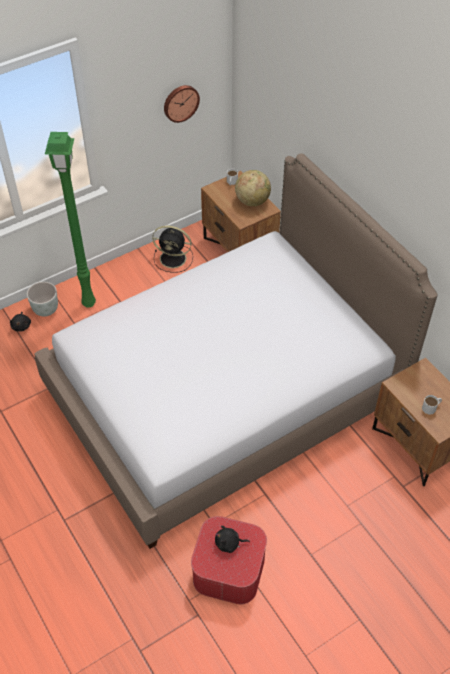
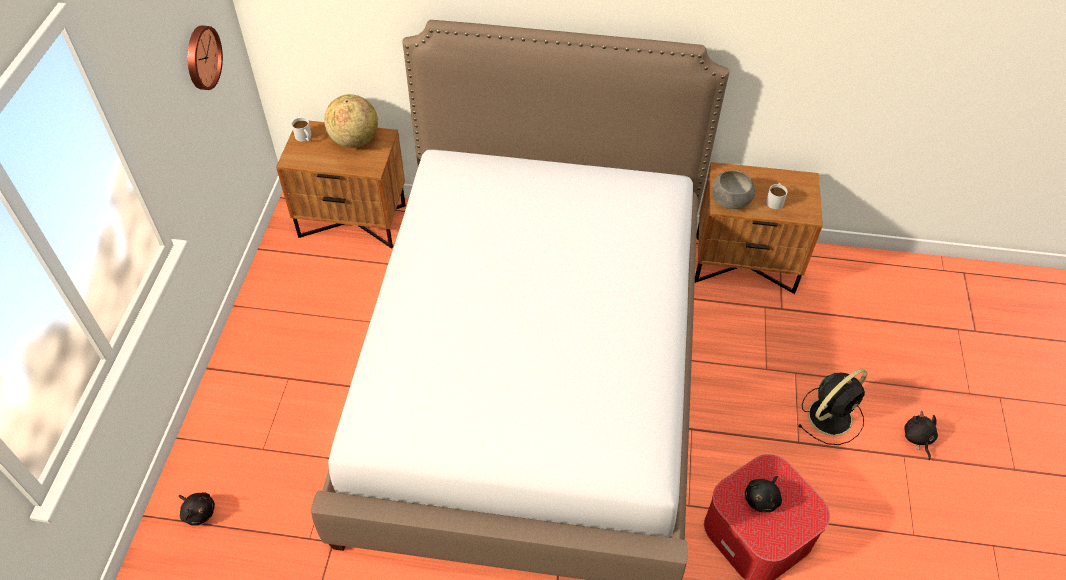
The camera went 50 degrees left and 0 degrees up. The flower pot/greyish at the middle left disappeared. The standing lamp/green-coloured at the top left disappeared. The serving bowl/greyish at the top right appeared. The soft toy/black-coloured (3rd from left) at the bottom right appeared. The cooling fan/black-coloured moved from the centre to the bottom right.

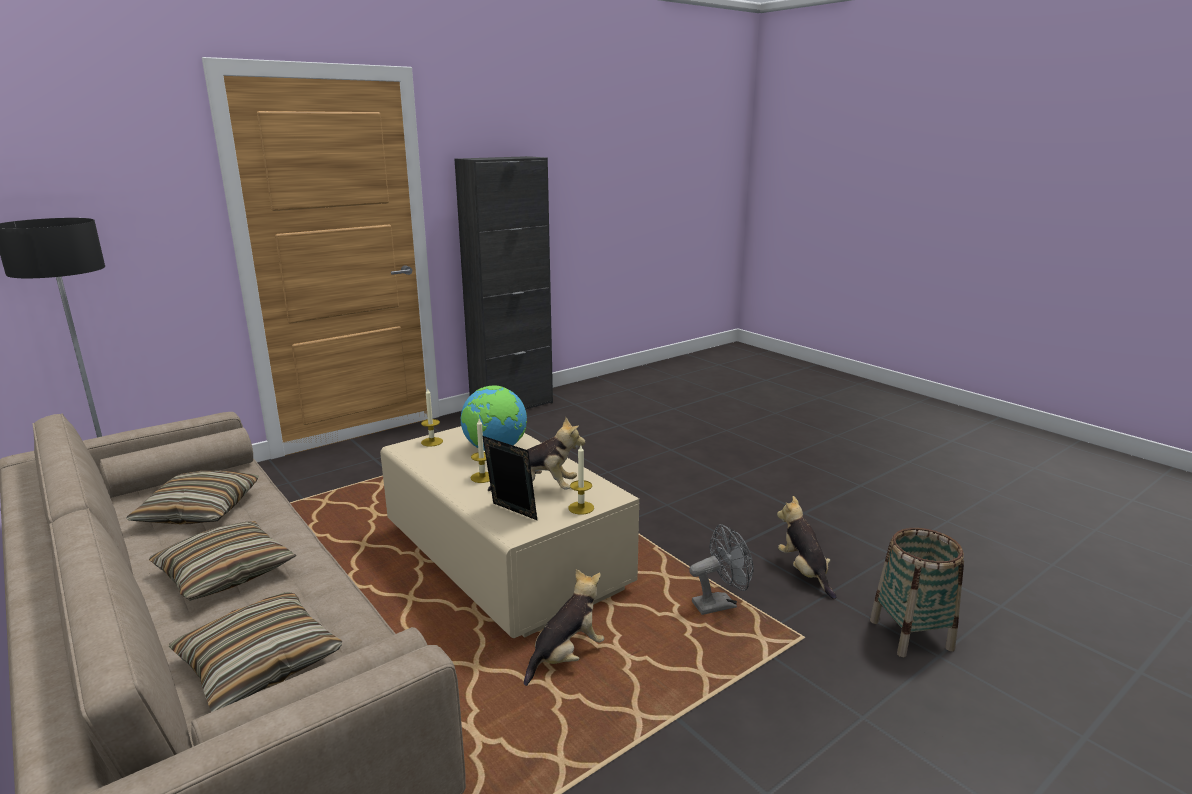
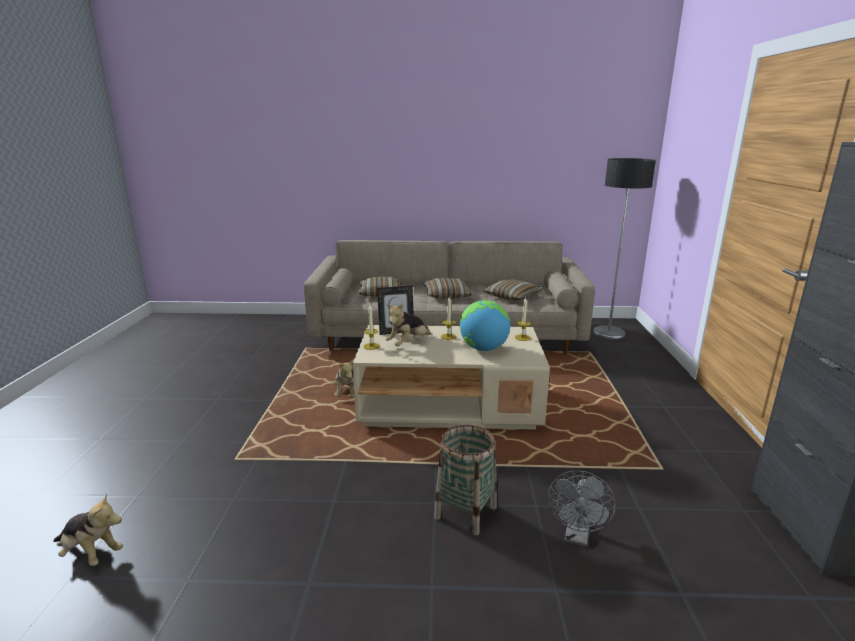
The camera went 130 degrees right and 0 degrees up. The cooling fan/greyish moved from the bottom centre to the bottom right. The soft toy (3rd from left in the first image) moved from the bottom right to the bottom left. The basket moved from the bottom right to the bottom centre.

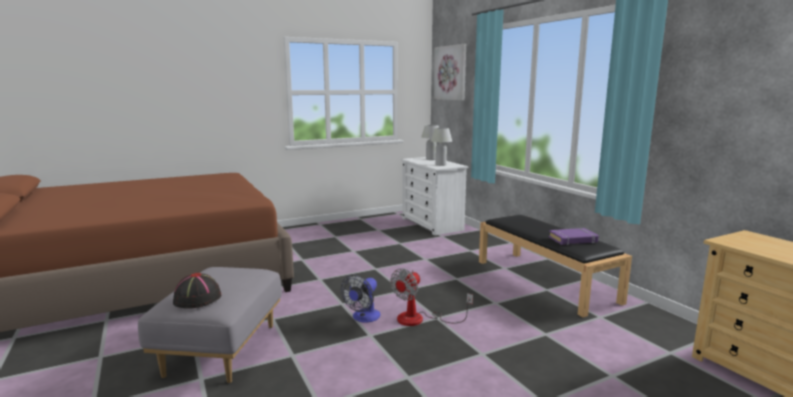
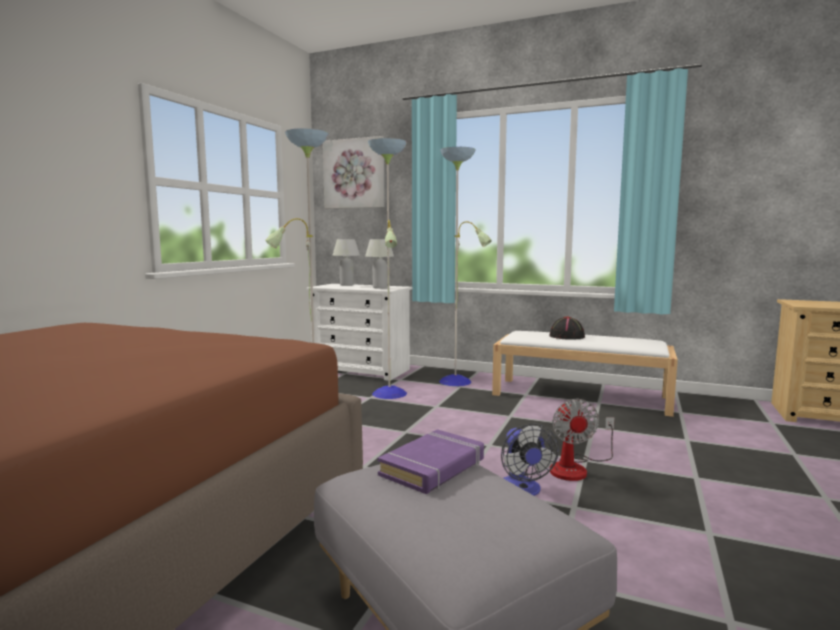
The camera went 40 degrees left and 5 degrees down. The standing lamp at the centre appeared. The clothing hat/black-coloured moved from the bottom left to the middle right. The volume/purple moved from the middle right to the bottom centre. The long seat/black-coloured at the bottom right became the long seat/whitish at the middle right.

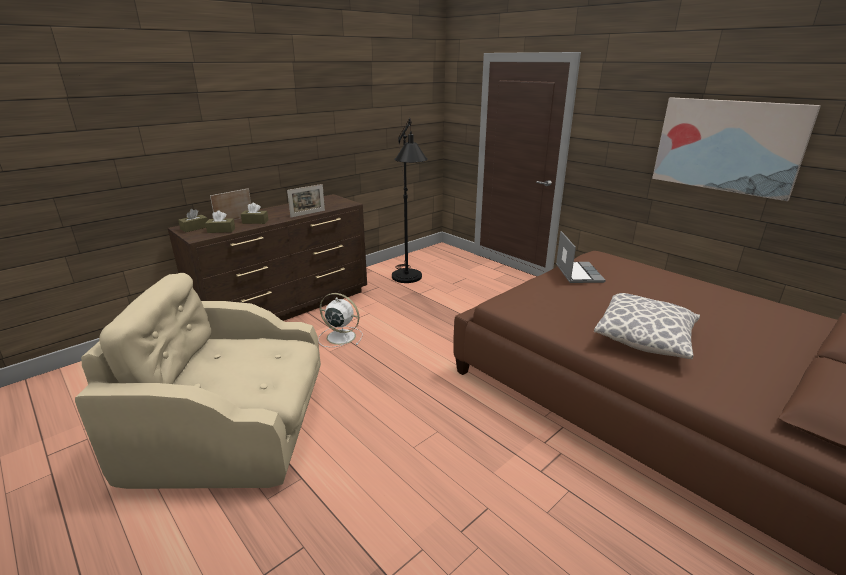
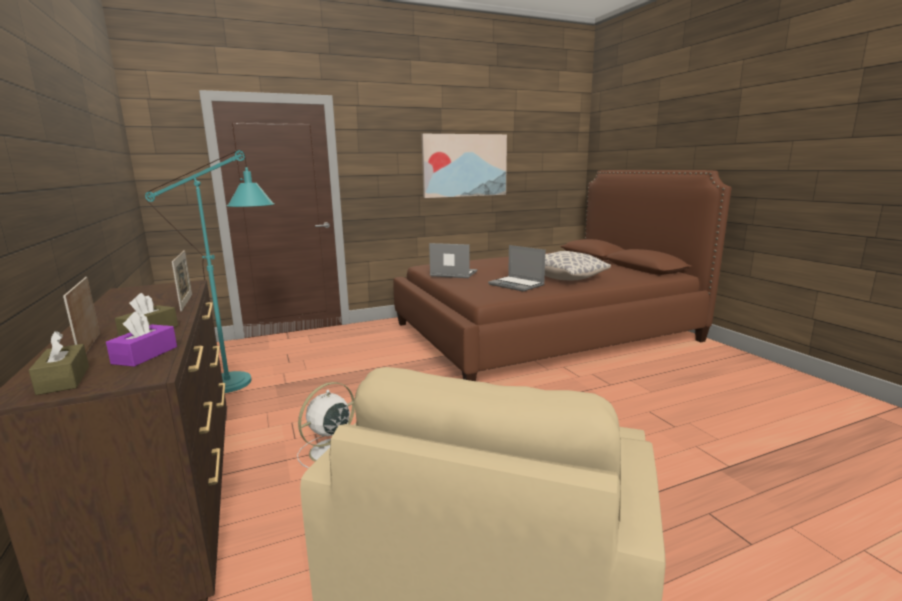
The camera went 70 degrees left and 10 degrees down. The notebook computer (2nd from left) at the centre appeared. The box of tissues/brown-coloured (2nd from left) at the middle left became the box of tissues/purple at the middle left. The standing lamp/black-coloured at the centre became the standing lamp/blue-green at the middle left.

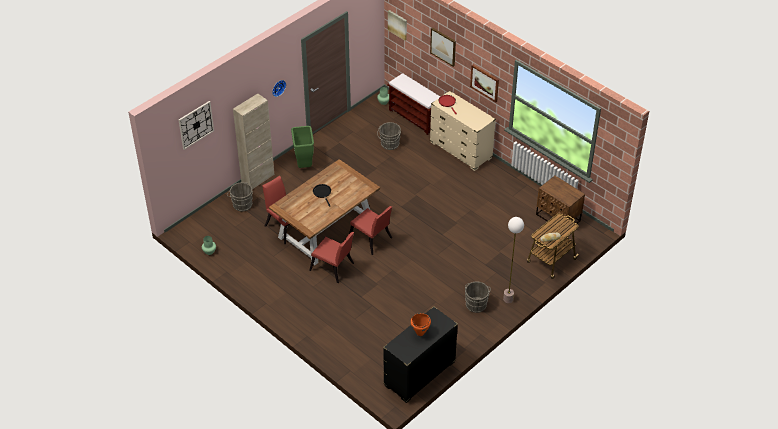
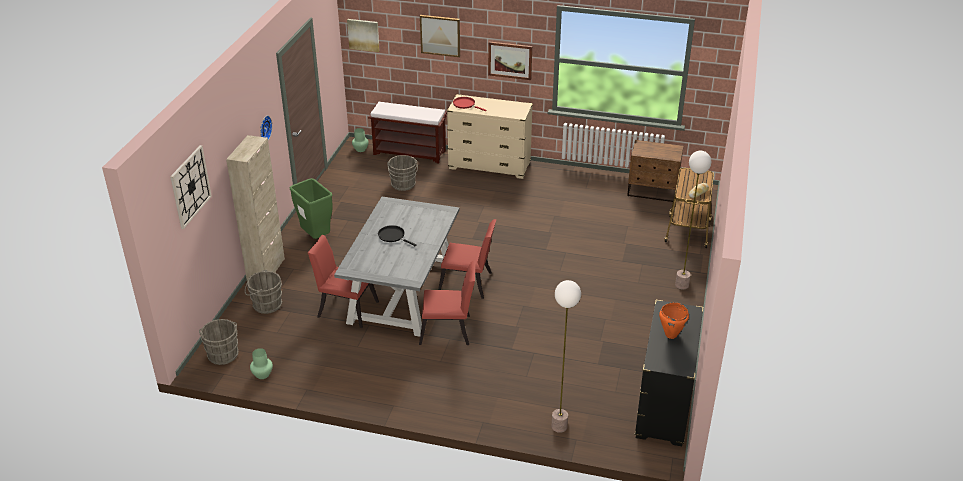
The camera went 30 degrees left and 10 degrees down. The standing lamp (1st from left) at the bottom centre appeared. The water bucket/greyish (3rd from left in the first image) moved from the bottom centre to the bottom left. The kitchen table/brown-coloured at the centre became the kitchen table/greyish at the centre.

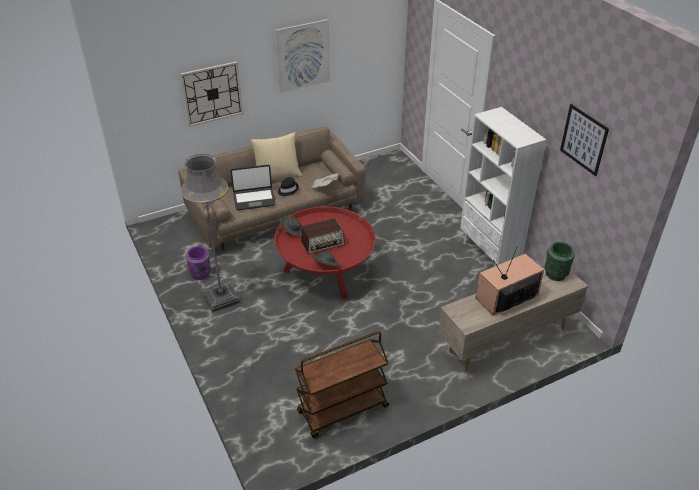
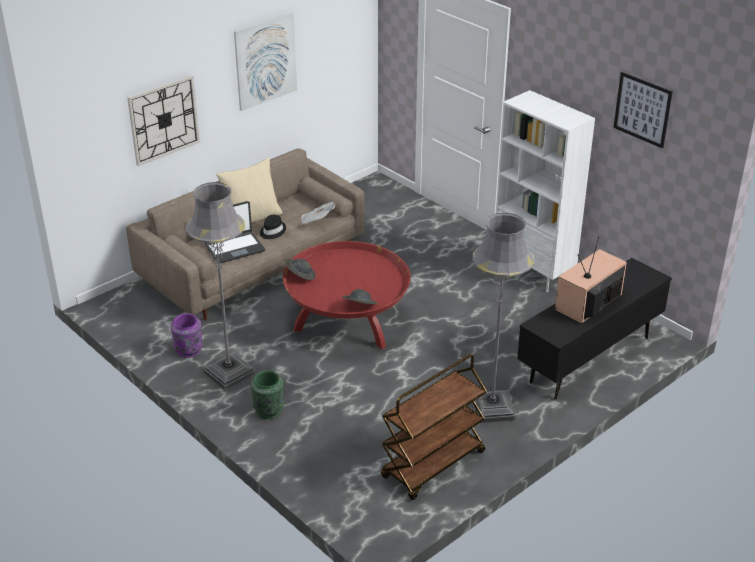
The camera went 15 degrees left and 5 degrees down. The radio set at the centre disappeared. The standing lamp/greyish (2nd from left) at the centre appeared. The vase/green-coloured moved from the middle right to the bottom centre. The media console/beige at the middle right became the media console/black-coloured at the middle right.

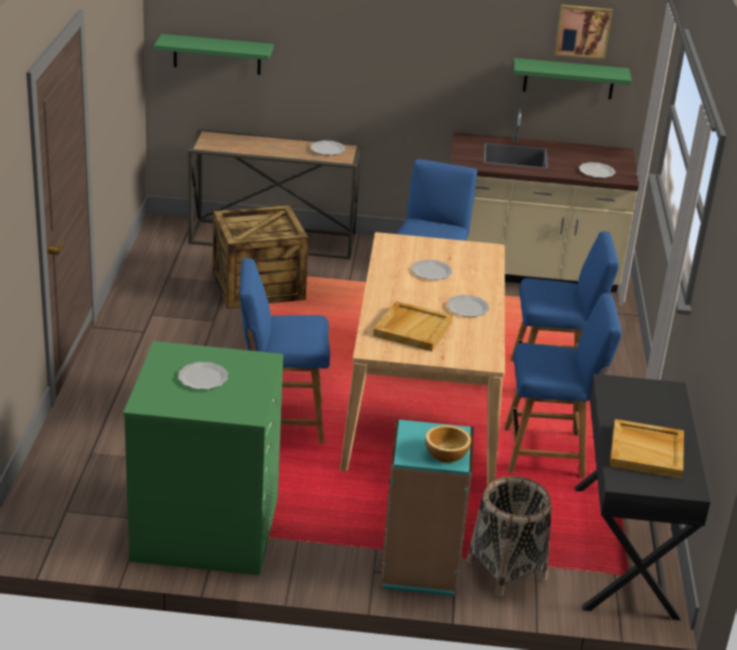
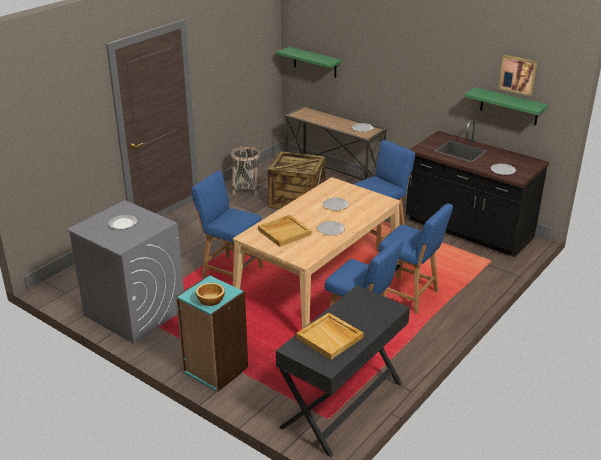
The camera went 35 degrees right and 0 degrees up. The basket moved from the bottom right to the centre. The laundry appliance/green-coloured at the bottom left became the laundry appliance/greyish at the middle left. The counter/beige at the top right became the counter/black-coloured at the middle right.

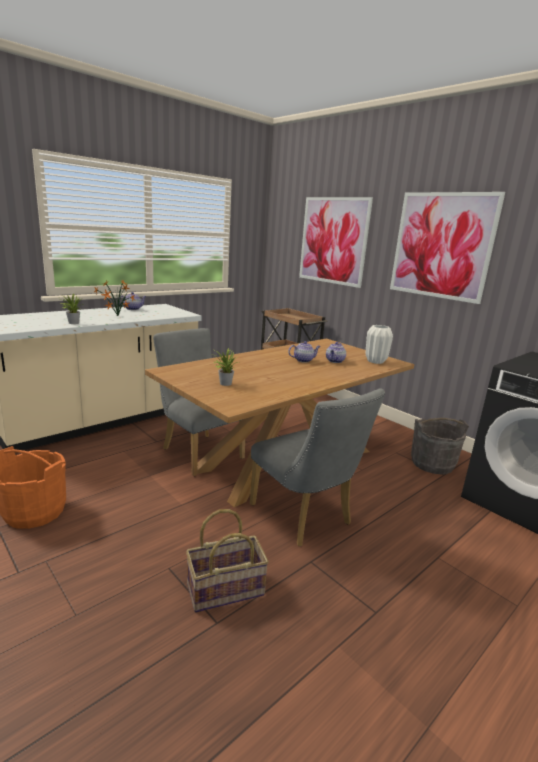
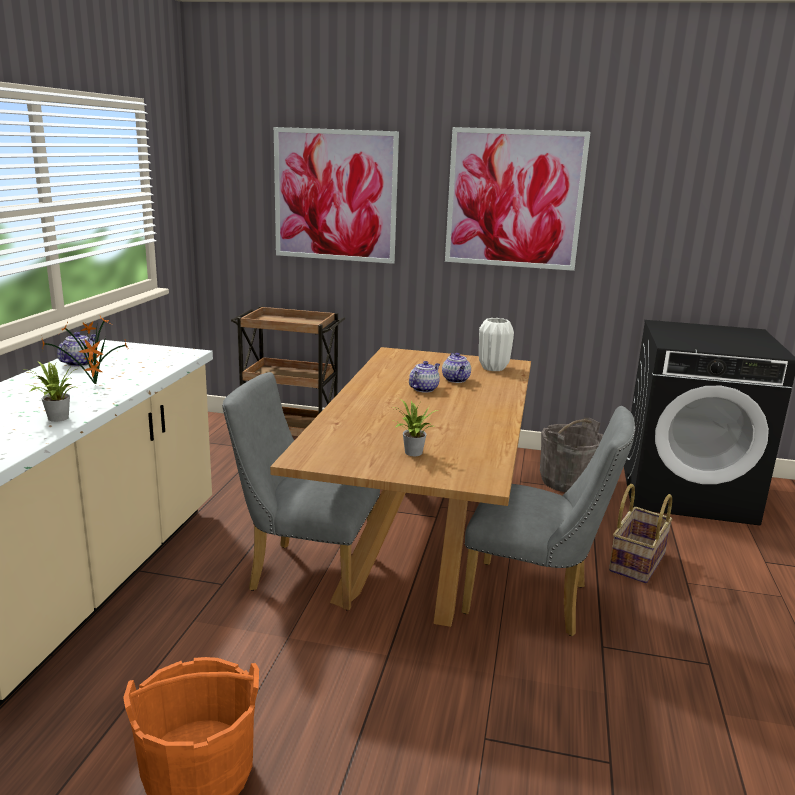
The camera went 35 degrees left and 0 degrees up. The basket moved from the bottom centre to the bottom right.

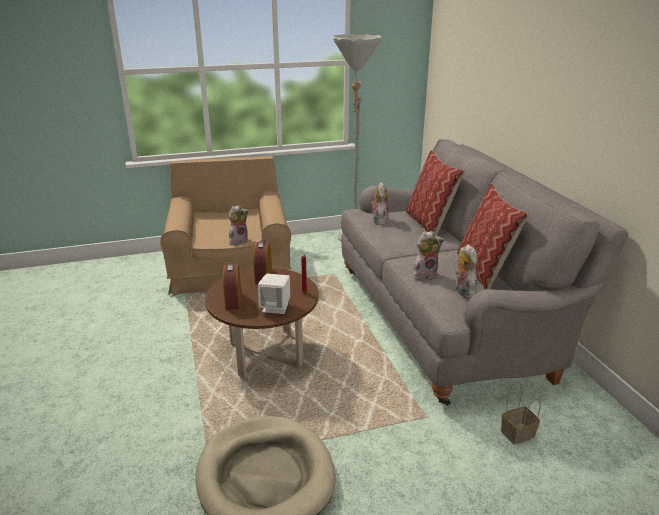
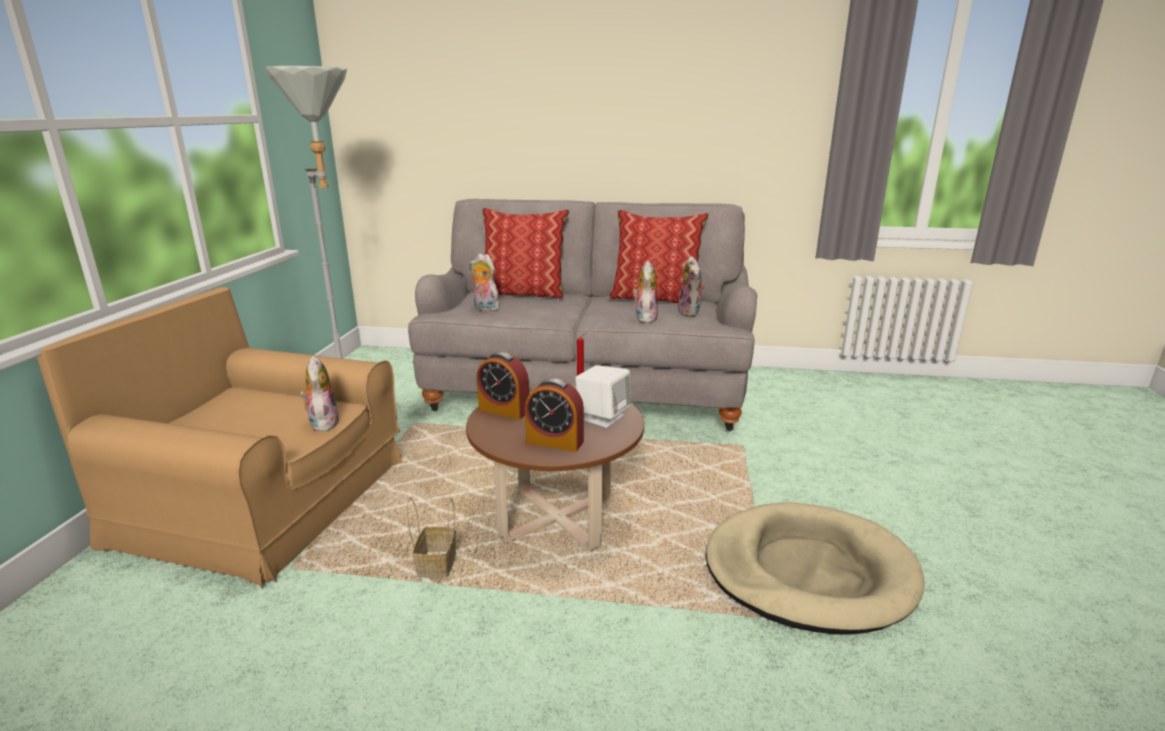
The camera went 65 degrees left and 5 degrees down. The basket moved from the bottom right to the bottom centre. The soft toy (4th from left) at the middle right turned 105 degrees counterclockwise.

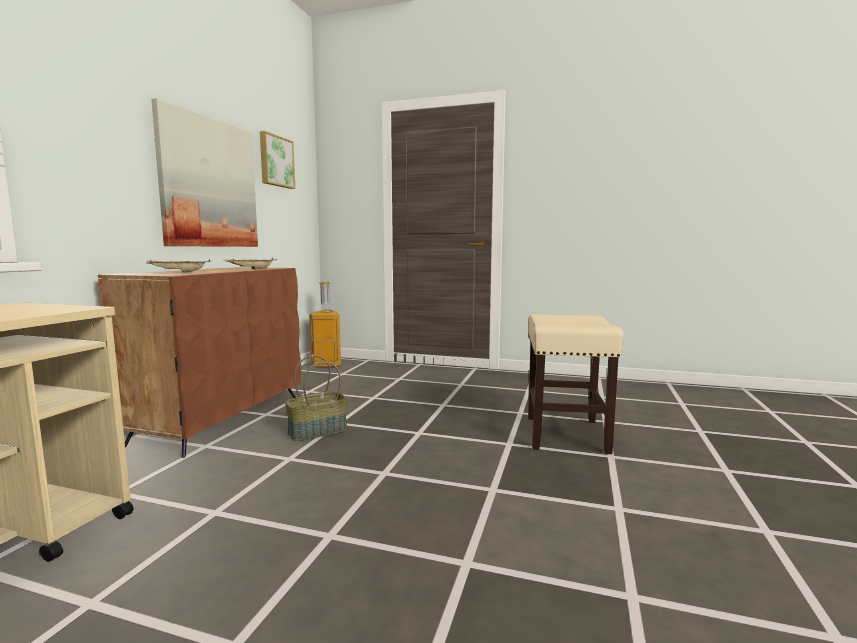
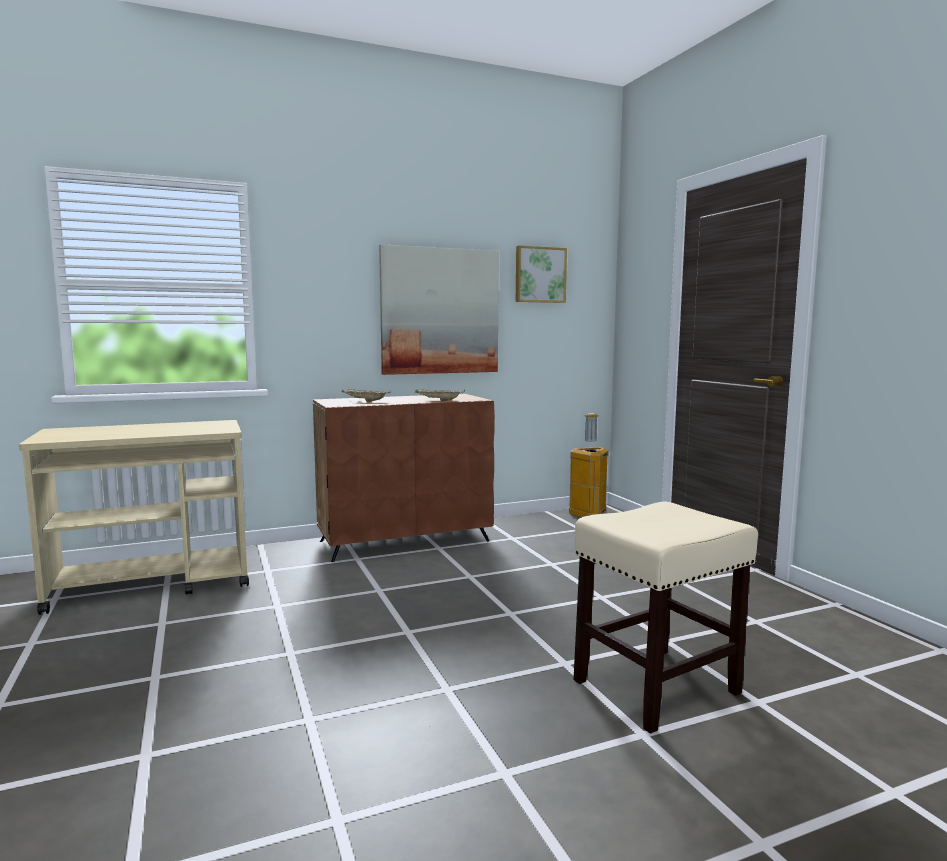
The camera went 50 degrees right and 0 degrees up. The basket at the centre disappeared.

